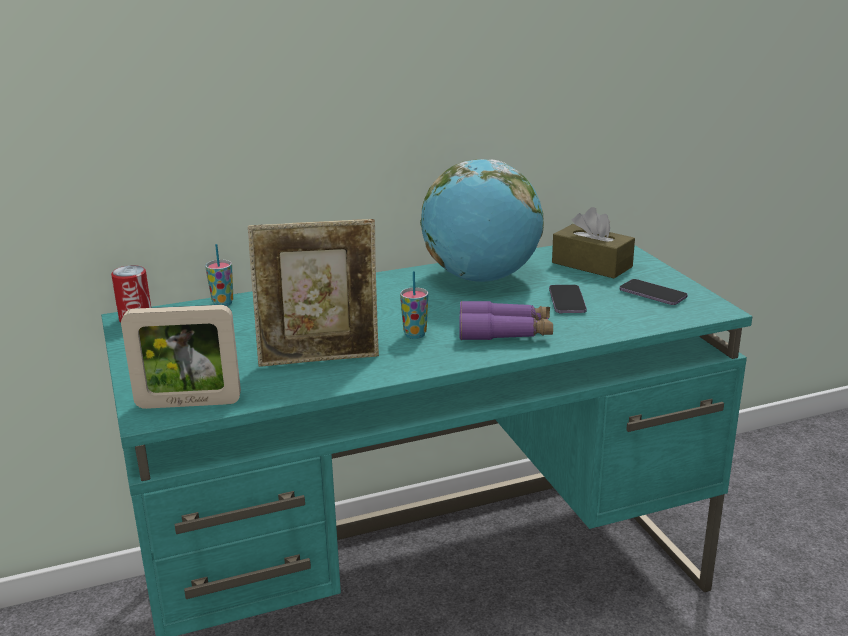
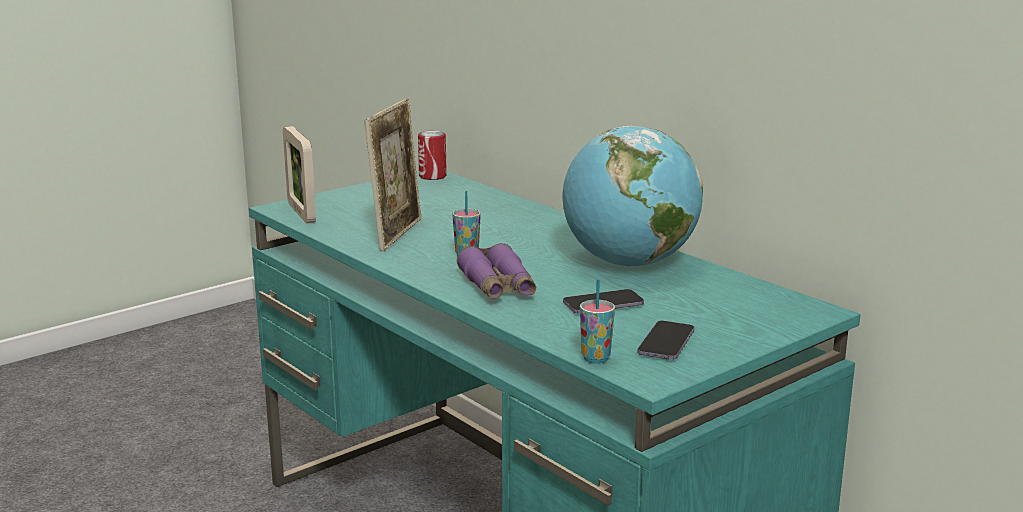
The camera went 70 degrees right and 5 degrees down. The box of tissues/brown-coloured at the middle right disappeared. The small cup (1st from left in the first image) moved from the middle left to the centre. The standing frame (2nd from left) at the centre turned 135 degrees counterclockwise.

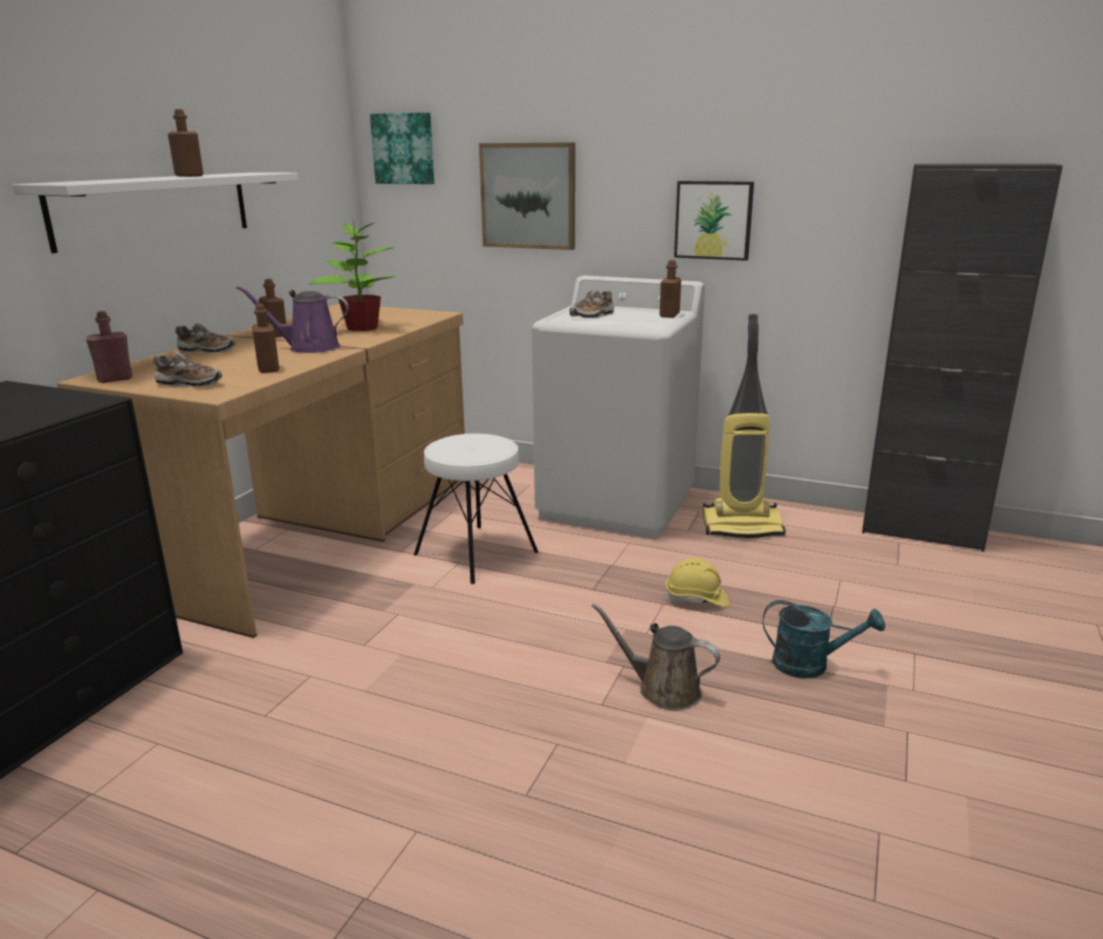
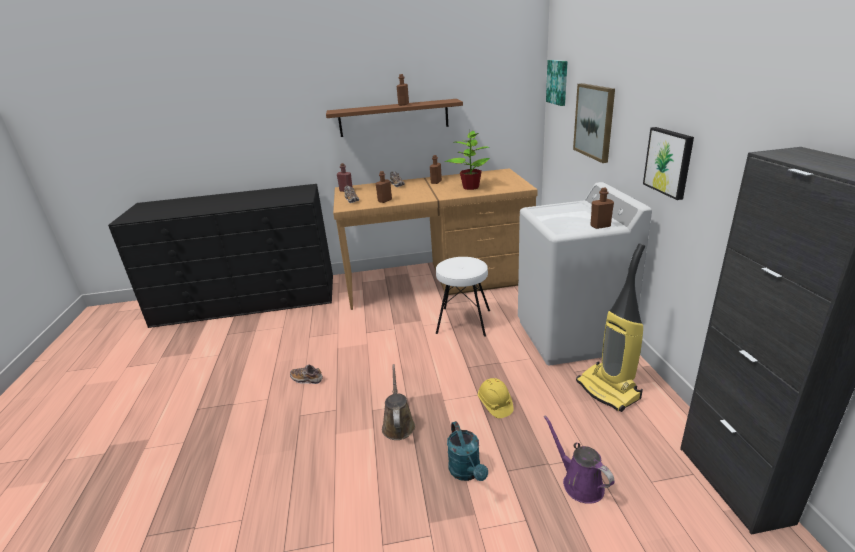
The camera went 60 degrees right and 5 degrees up. The sprinkling can/purple moved from the middle left to the bottom right. The item of footwear (3rd from left in the first image) moved from the top centre to the bottom centre. The shelf/whitish at the top left became the shelf/brown-coloured at the top centre.

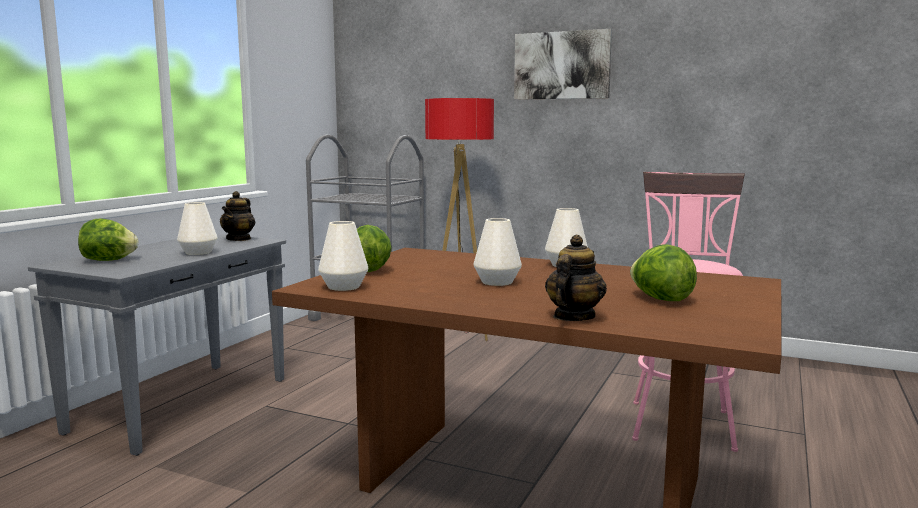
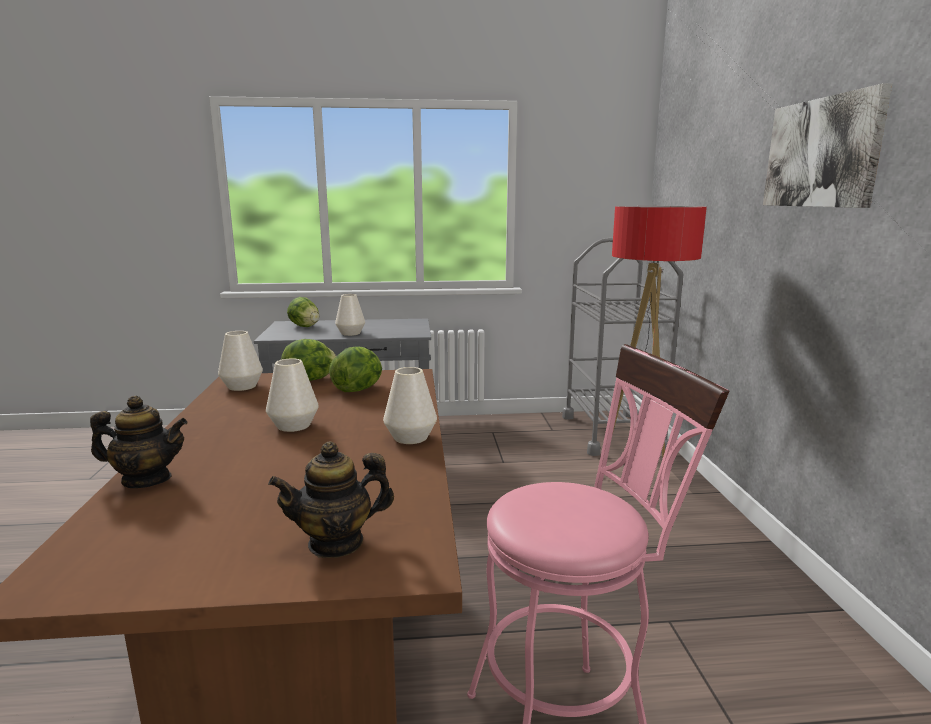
The camera went 60 degrees right and 5 degrees up. The tea pot (1st from left in the first image) moved from the middle left to the bottom centre. The lettuce head (3rd from left) moved from the middle right to the centre.

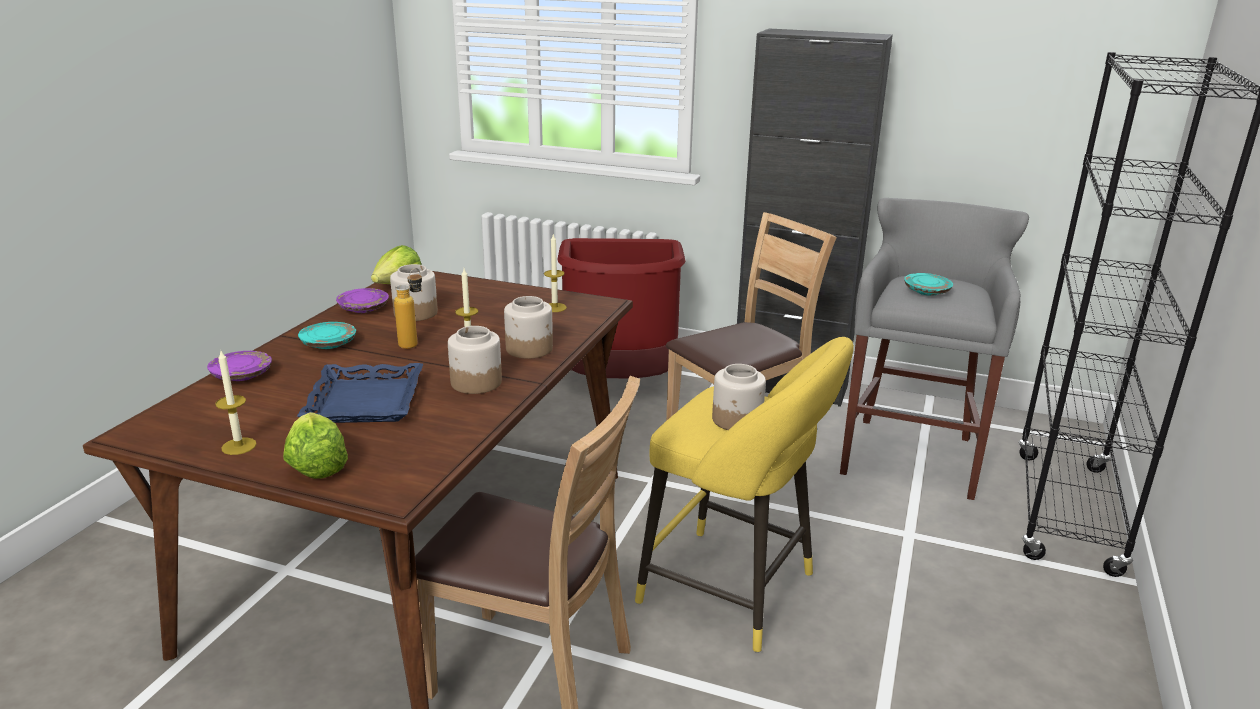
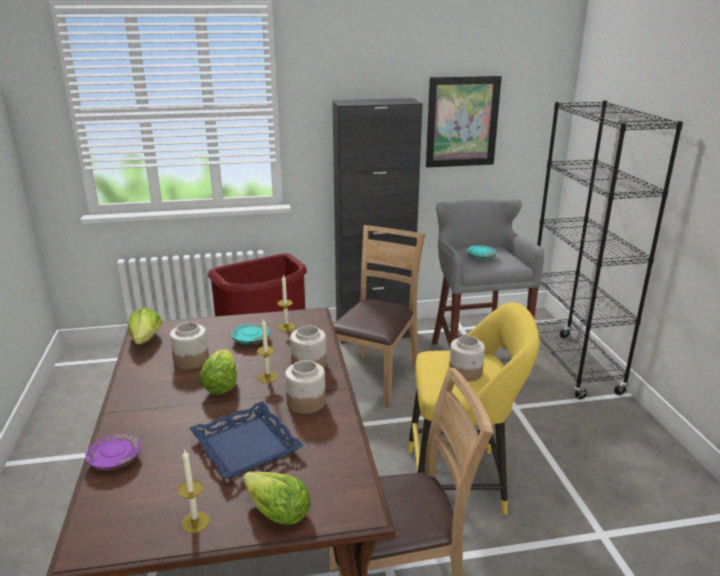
The camera went 30 degrees left and 0 degrees up. The flat dish/purple (2nd from left) at the middle left disappeared. The wall art at the top centre appeared. The flat dish/blue-green (1st from left) moved from the middle left to the centre. The drink bottle at the middle left was replaced by the lettuce head (2nd from left) at the middle left.

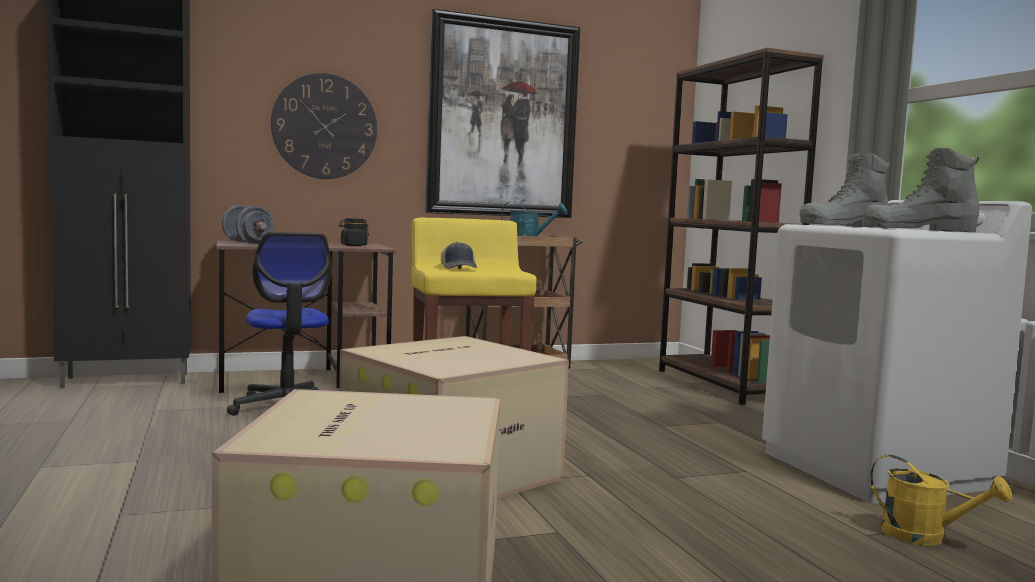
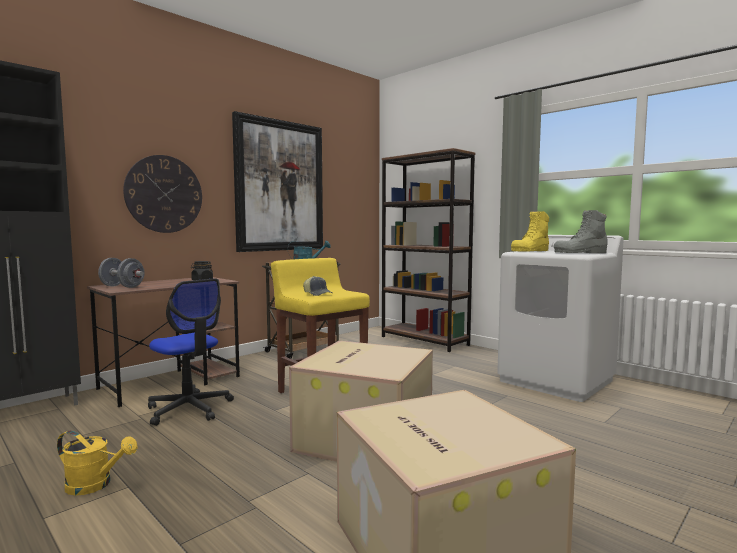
The camera went 25 degrees left and 0 degrees up. The sprinkling can/yellow-coloured moved from the bottom right to the bottom left. The tall boot/greyish (1st from left) at the top right became the tall boot/yellow-coloured at the middle right.

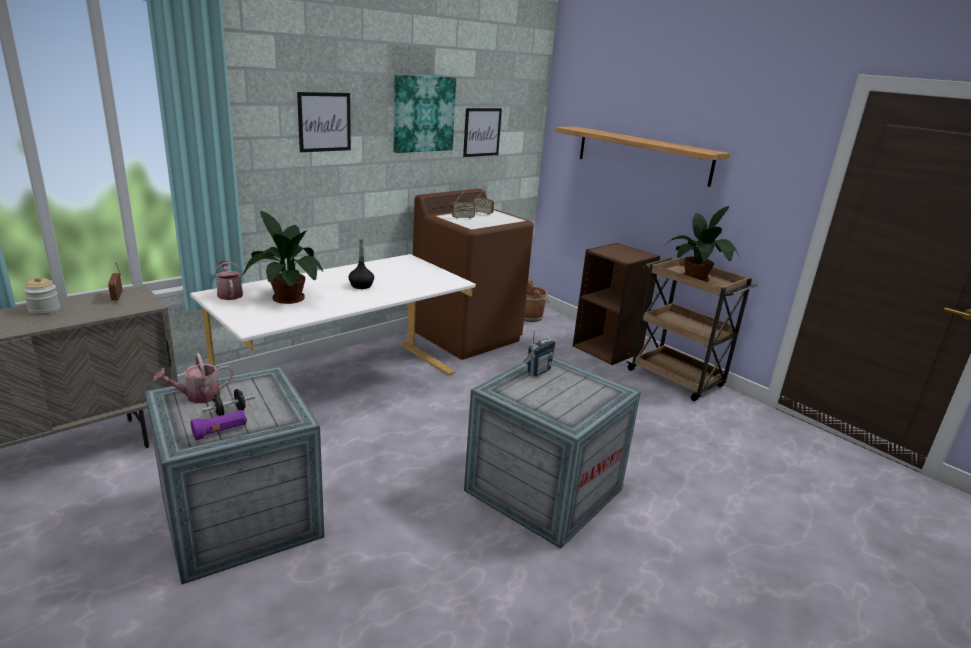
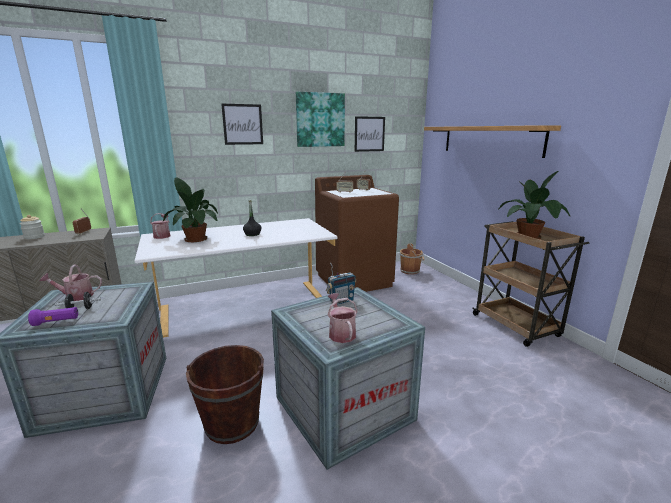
The camera went 20 degrees right and 5 degrees down. The bookshelf/brown-coloured at the centre disappeared. The water bucket/brown-coloured (1st from left) at the bottom centre appeared. The sprinkling can (3rd from left) at the centre appeared.

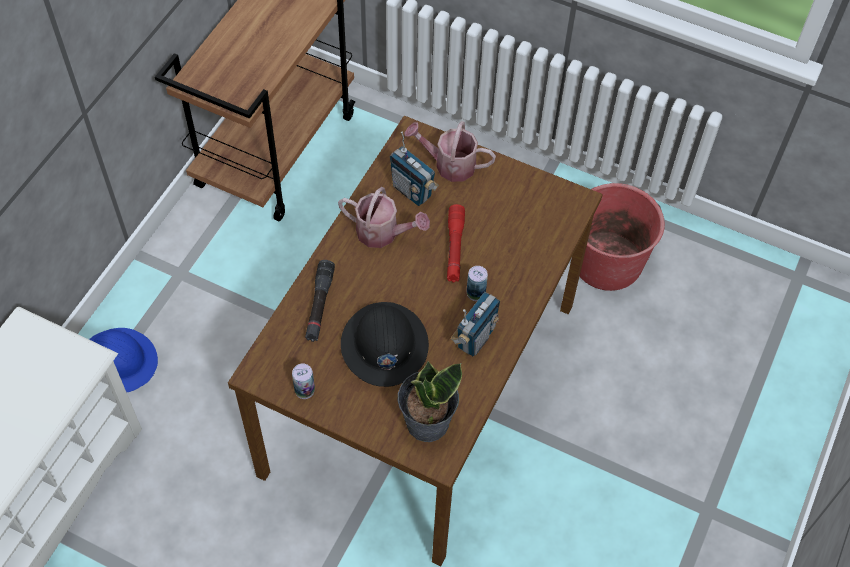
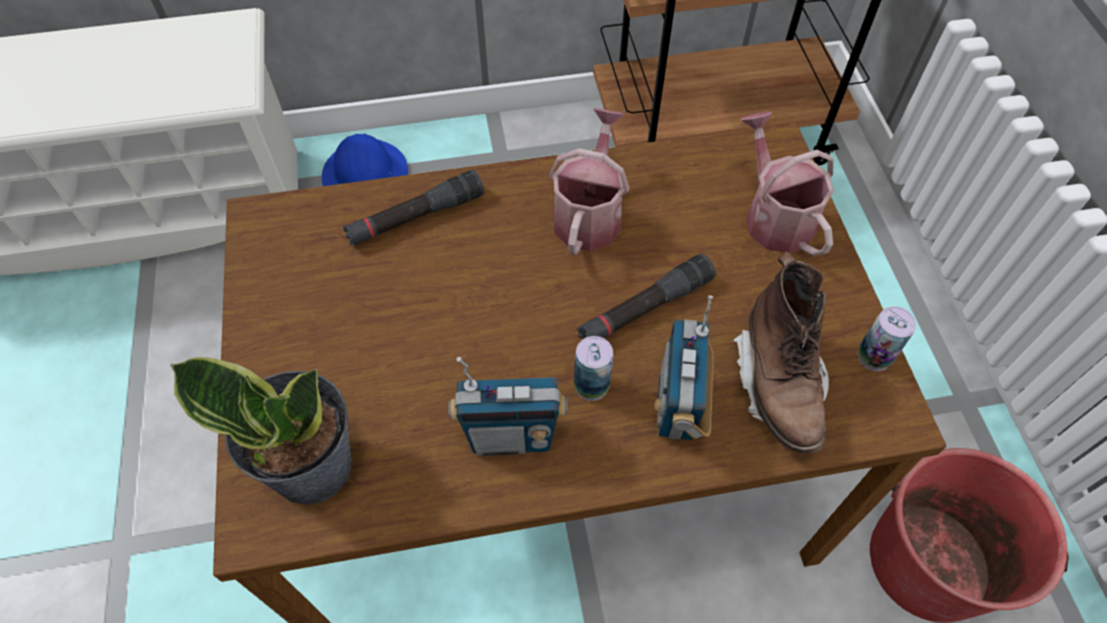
The camera went 55 degrees right and 0 degrees up. The safety helmet/black-coloured at the centre disappeared. The tall boot/brown-coloured at the middle right appeared. The sealed can (1st from left in the first image) moved from the bottom centre to the middle right. The radio set (1st from left in the first image) moved from the top centre to the centre. The hand torch/red-coloured at the centre became the hand torch/black-coloured (2nd from left) at the centre. The sprinkling can (1st from left) at the centre turned 150 degrees counterclockwise.

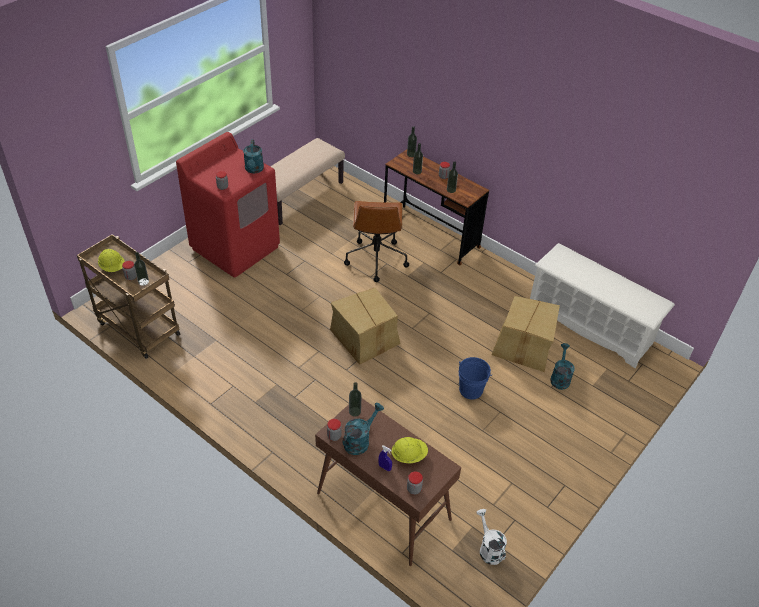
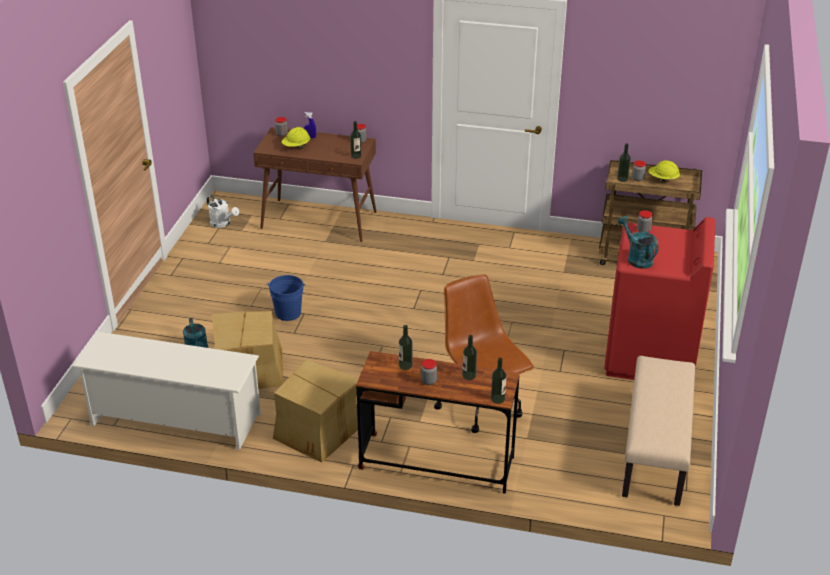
The camera went 155 degrees right and 10 degrees down. The sprinkling can/blue-green (2nd from left) at the bottom centre disappeared. The carton (1st from left in the first image) moved from the centre to the bottom centre.

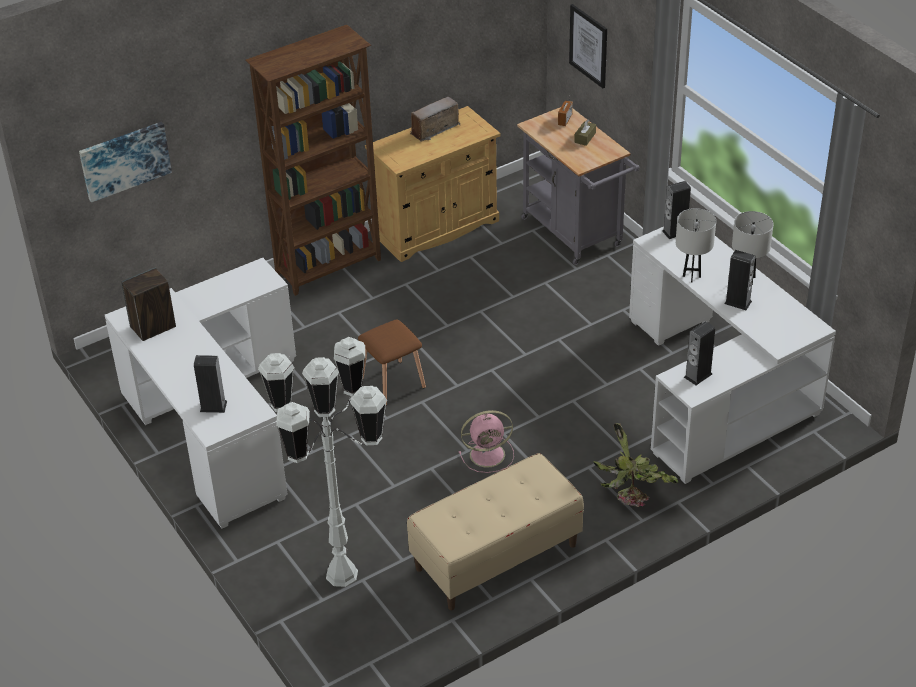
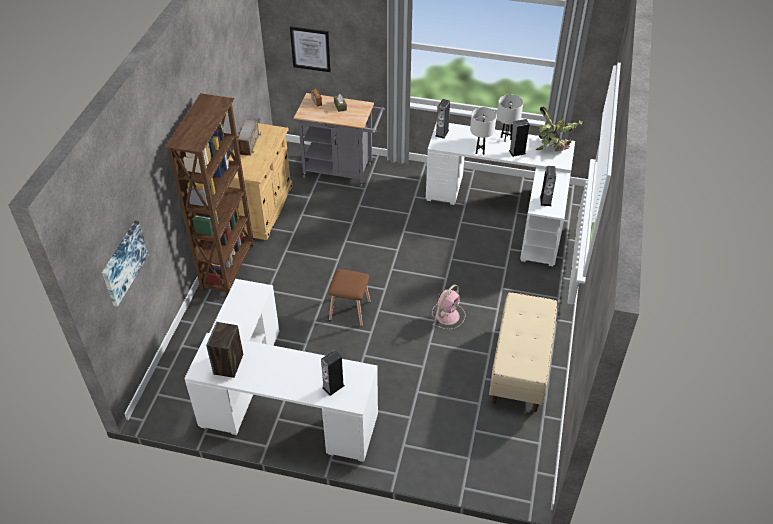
The camera went 45 degrees left and 5 degrees up. The standing lamp/whitish at the bottom centre disappeared. The houseplant moved from the bottom right to the top right.

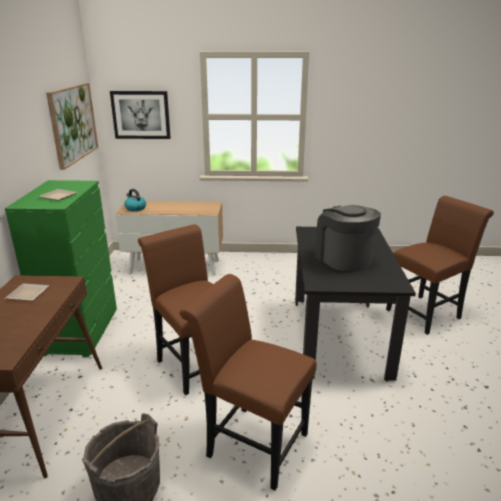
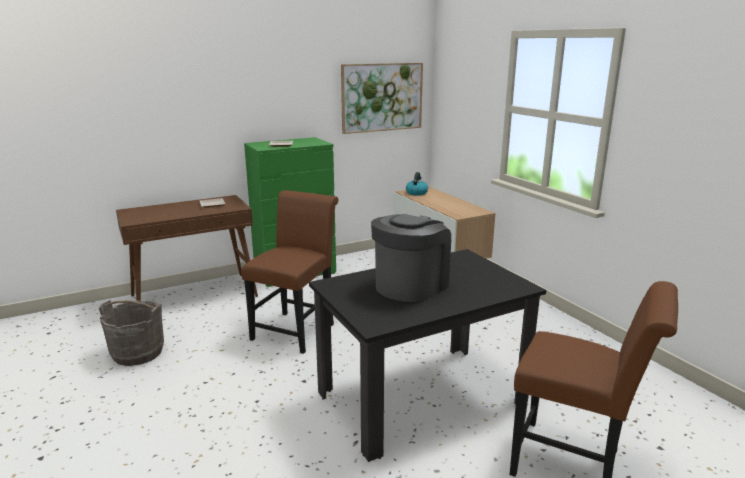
The camera went 60 degrees right and 5 degrees down. The wall art (2nd from left) at the top left disappeared. The chair/brown-coloured (2nd from left) at the bottom centre disappeared.

